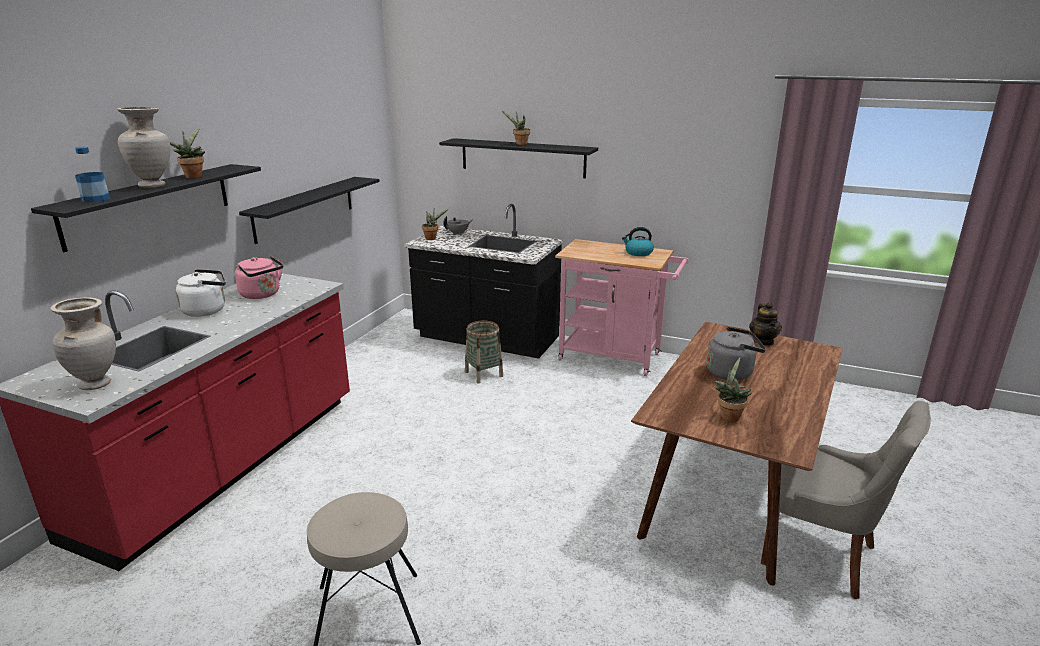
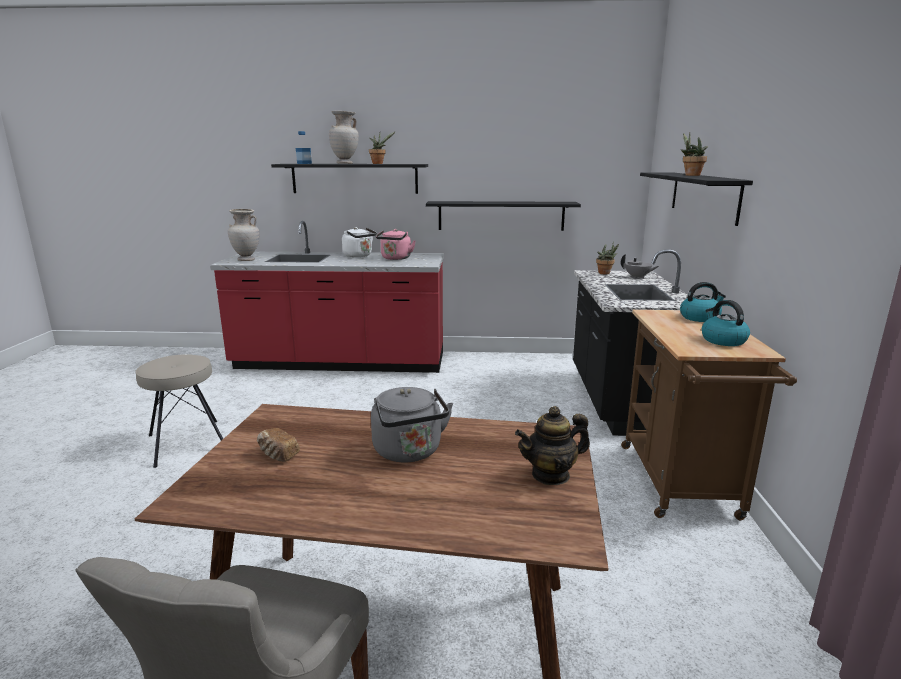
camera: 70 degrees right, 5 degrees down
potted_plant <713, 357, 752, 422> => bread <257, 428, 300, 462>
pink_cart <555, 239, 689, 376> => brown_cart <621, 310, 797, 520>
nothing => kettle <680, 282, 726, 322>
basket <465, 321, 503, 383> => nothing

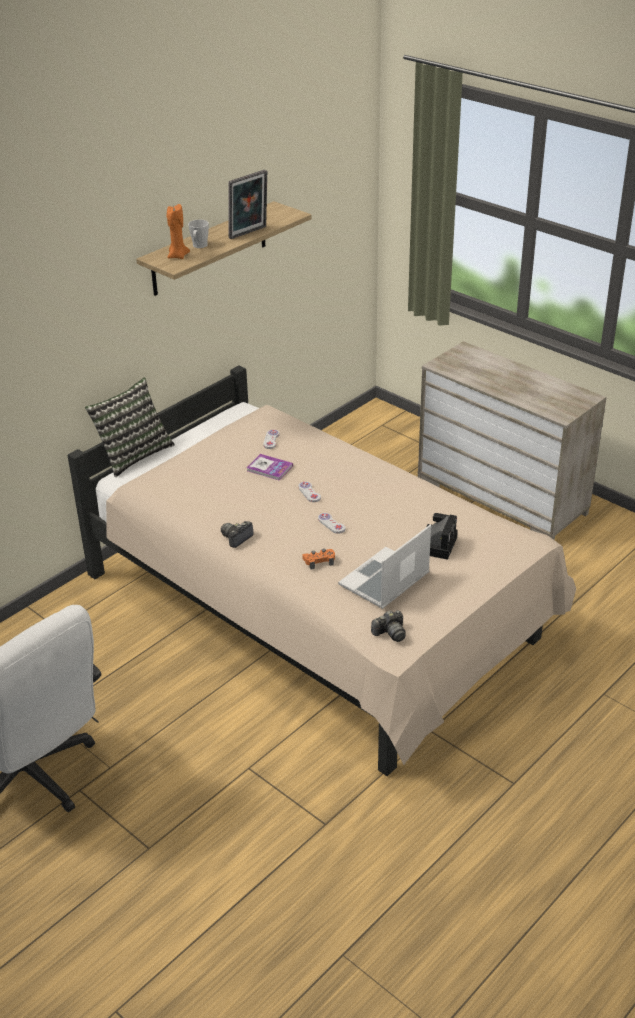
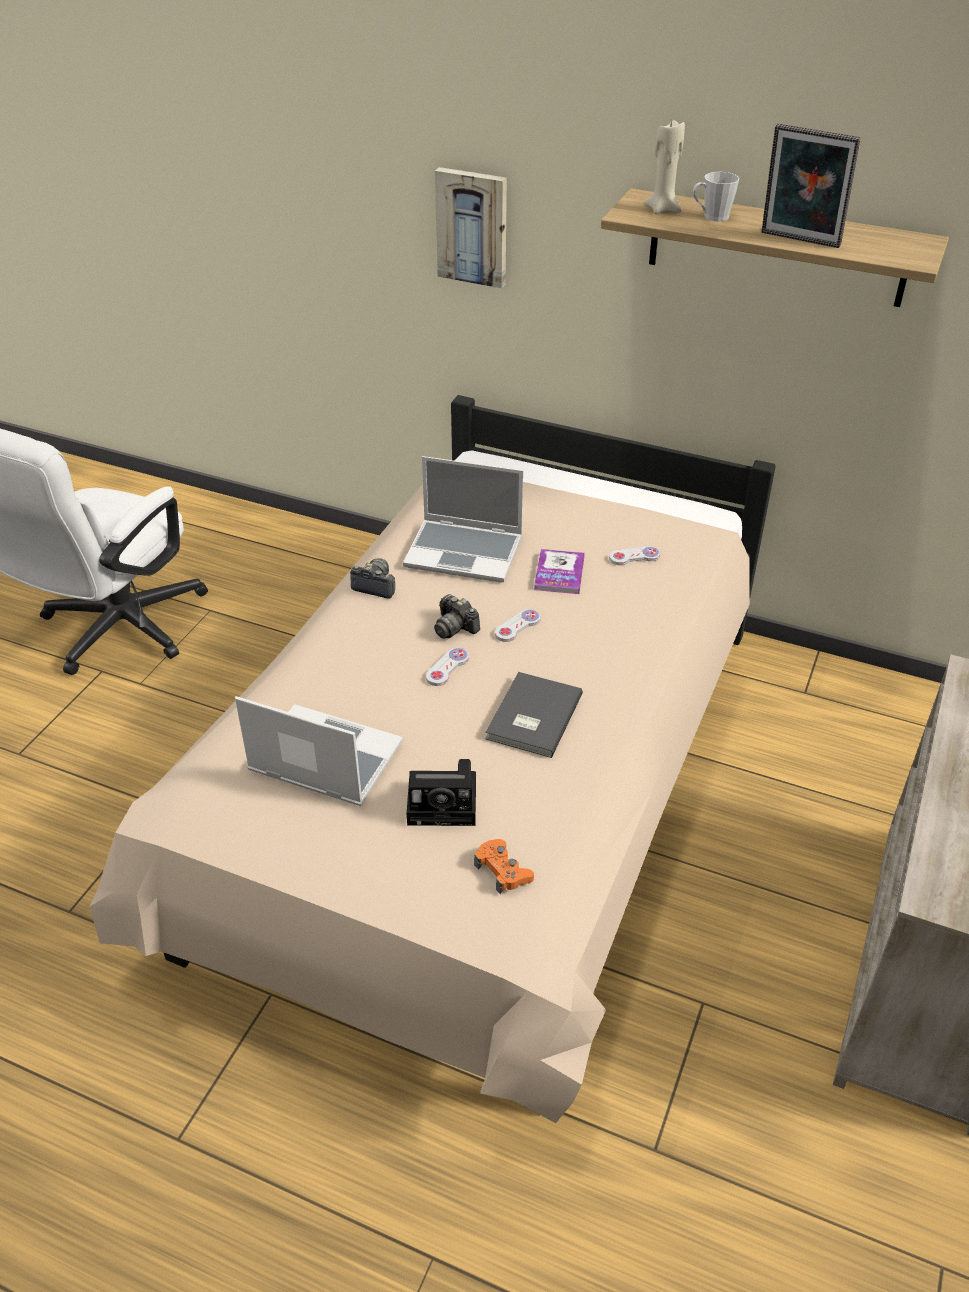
camera: 70 degrees right, 5 degrees up
nothing => laptop <403, 456, 523, 583>
photo_camera <371, 610, 406, 642> => photo_camera <434, 594, 480, 639>, moved
nothing => picture <435, 167, 507, 288>
orange_game_controller <302, 549, 335, 570> => orange_game_controller <474, 839, 534, 894>, moved
nothing => grey_book <486, 672, 583, 758>
orange_candle <167, 204, 190, 259> => beige_candle <644, 120, 685, 214>
pillow <85, 378, 175, 477> => nothing

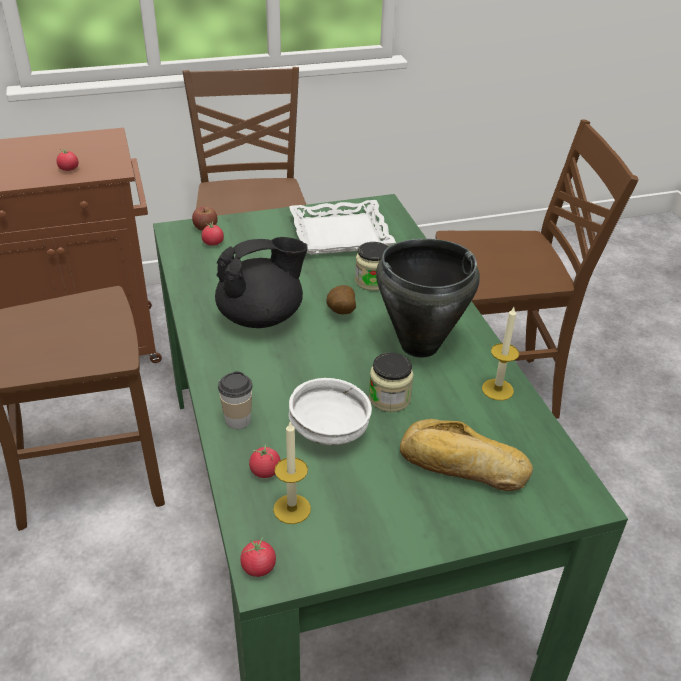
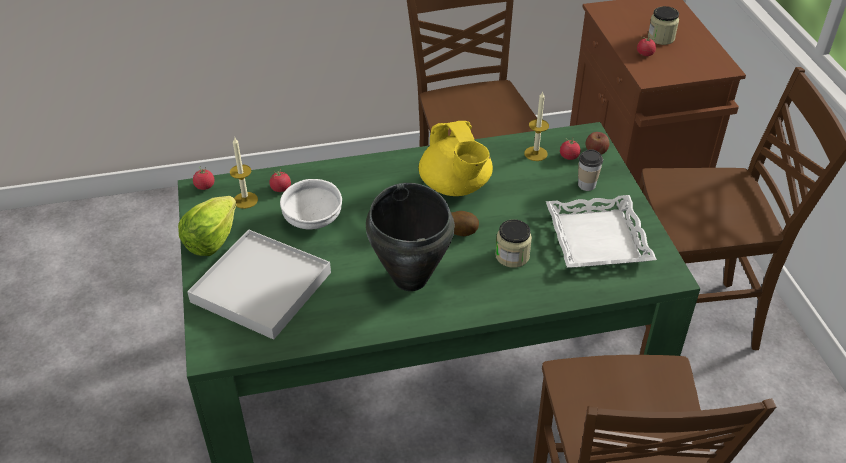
camera: 95 degrees right, 5 degrees up
nothing => lettuce <178, 196, 237, 256>
bread <400, 419, 533, 491> => white_tray <187, 230, 331, 340>
black_teapot <215, 237, 308, 328> => yellow_teapot <419, 121, 493, 196>
candle <482, 307, 519, 401> => candle <524, 91, 549, 161>, moved
cup <218, 371, 252, 429> => cup <578, 149, 603, 191>, moved
jar <369, 352, 414, 412> => jar <648, 6, 679, 45>, moved

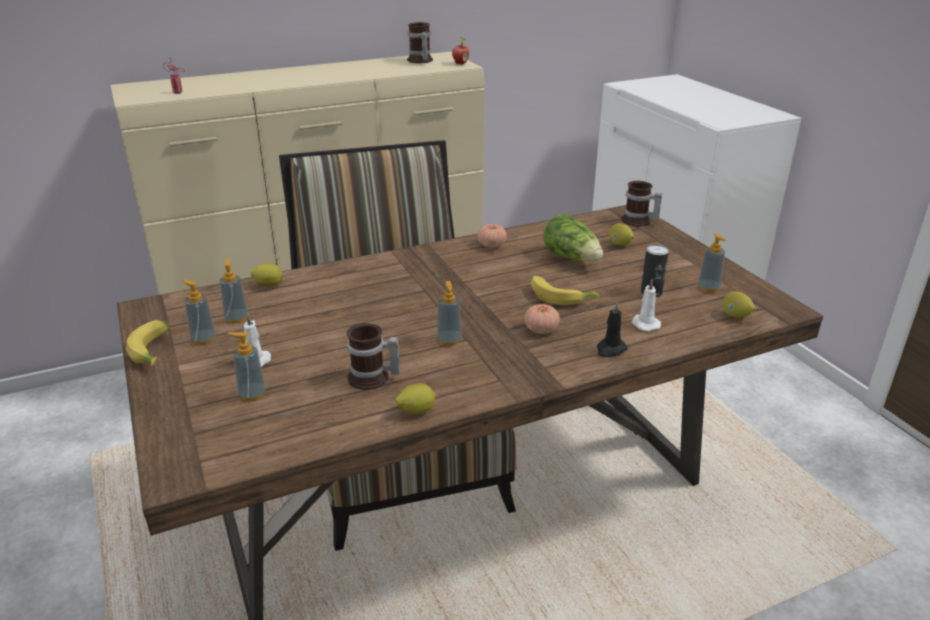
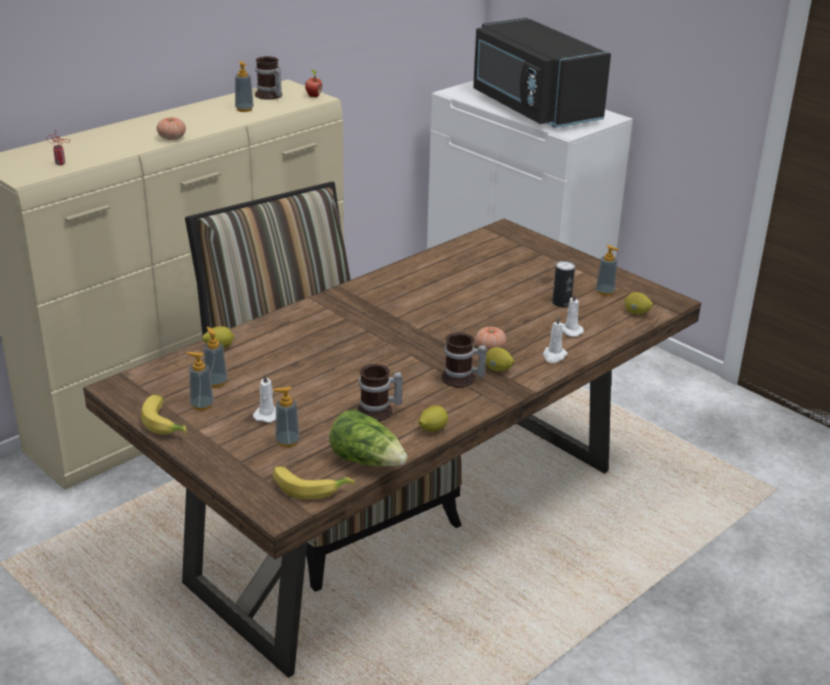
camera: 20 degrees left, 0 degrees up
tomato <478, 224, 507, 248> => tomato <157, 117, 186, 140>, moved
soap_dispenser <437, 281, 462, 346> => soap_dispenser <235, 61, 254, 112>, moved
banana <531, 276, 600, 305> => banana <273, 466, 355, 500>, moved
lettuce <543, 214, 603, 261> => lettuce <329, 409, 407, 466>, moved
mug <621, 181, 662, 226> => mug <441, 333, 487, 387>, moved
nothing => black_microwave <473, 18, 611, 128>
lemon <609, 223, 634, 245> => lemon <486, 347, 514, 372>, moved
black_candle <597, 302, 628, 357> => white_candle <543, 315, 568, 363>

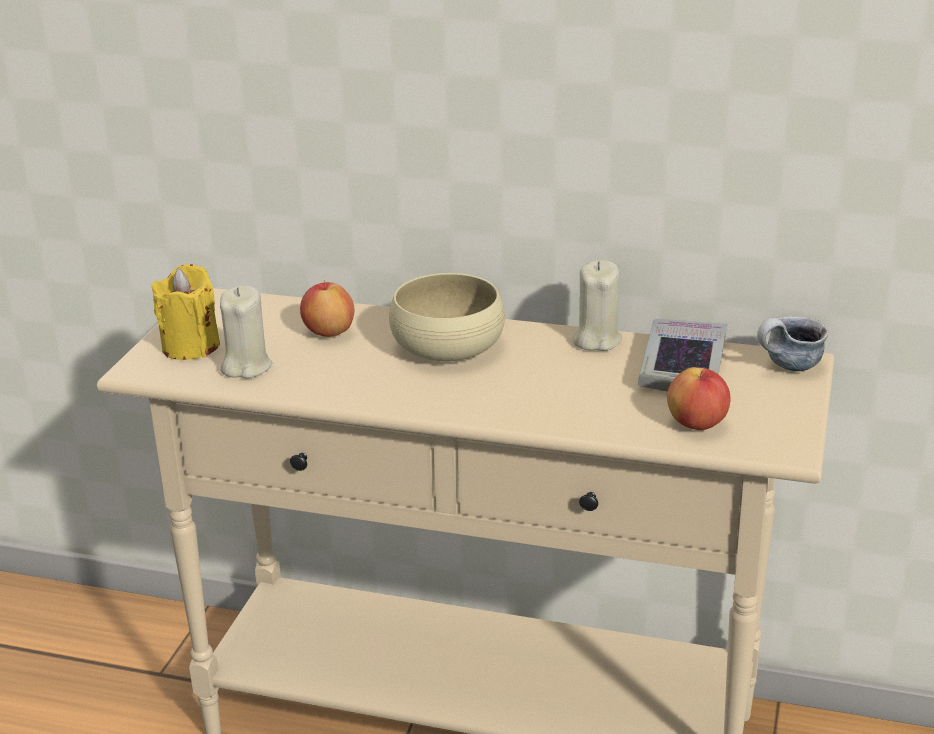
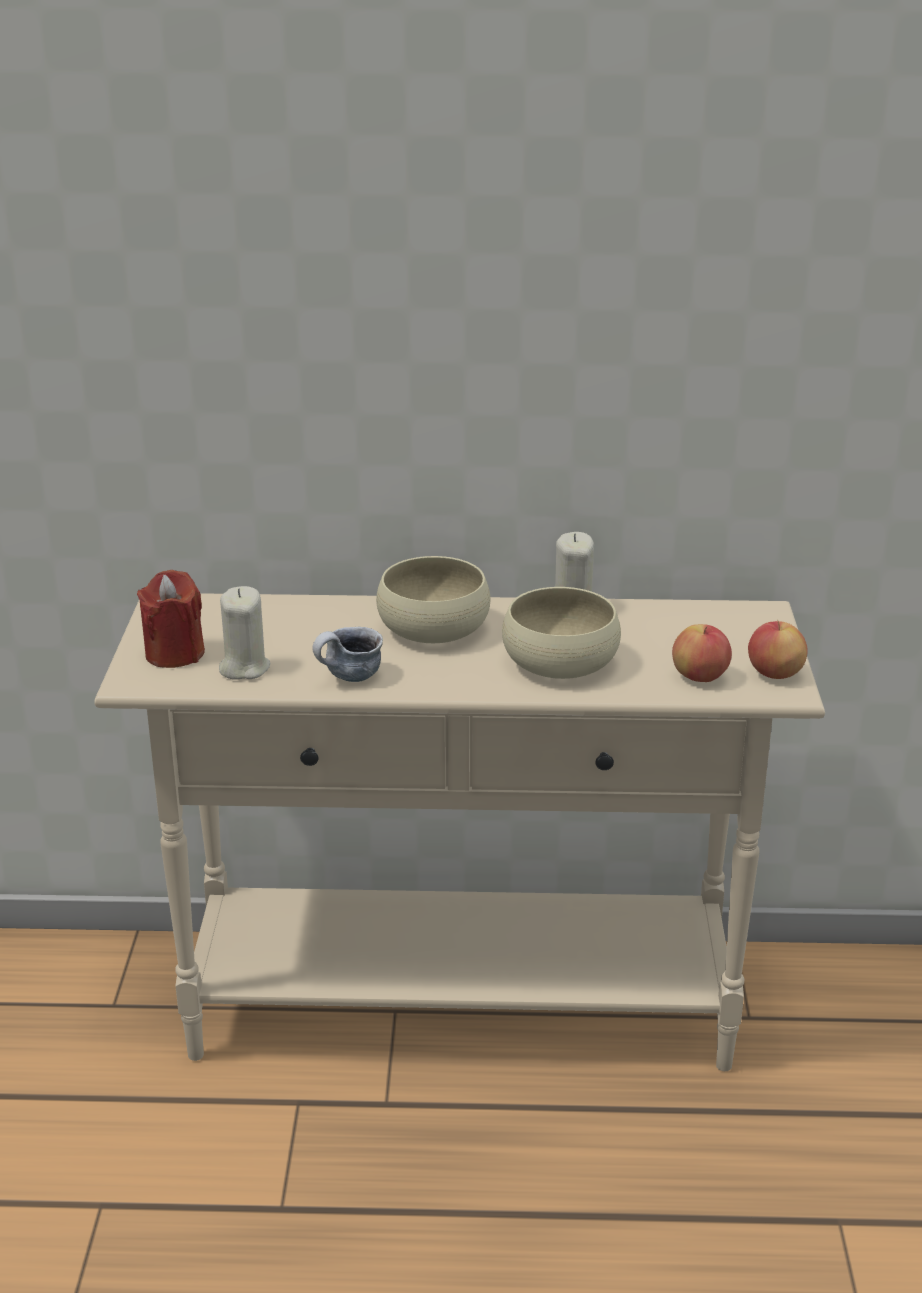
camera: 15 degrees left, 0 degrees up
yellow_candle <151, 264, 220, 360> => red_candle <137, 570, 205, 668>
mug <757, 316, 828, 371> => mug <312, 627, 383, 682>, moved
nothing => beige_bowl <502, 587, 621, 679>
apple <300, 280, 355, 337> => apple <748, 620, 808, 679>, moved
book <638, 319, 727, 392> => nothing

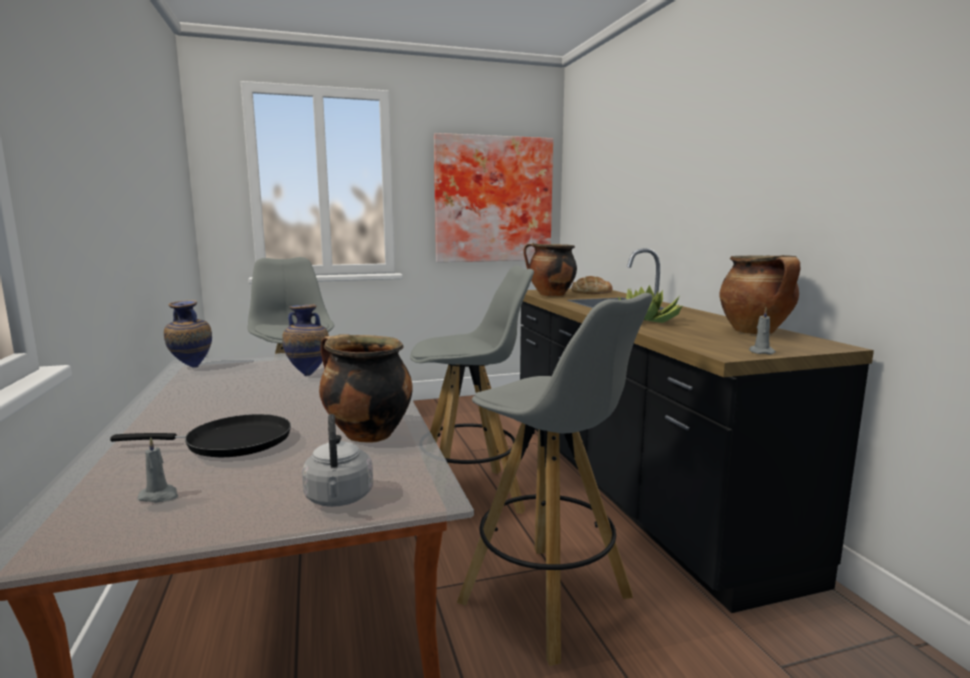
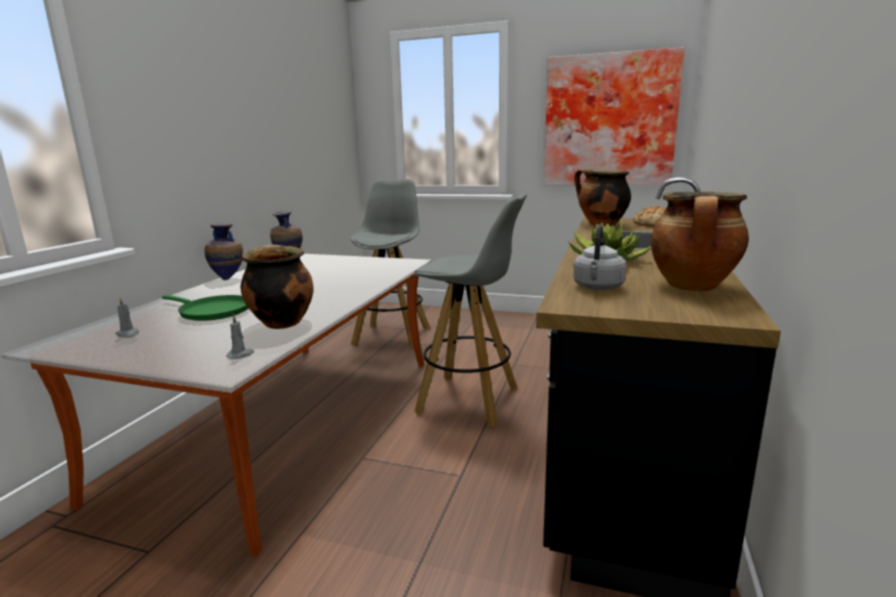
camera: 35 degrees right, 5 degrees up
black_frying_pan <110, 414, 291, 457> => green_frying_pan <162, 295, 248, 321>
vase <282, 304, 329, 376> => vase <205, 224, 243, 280>, moved
grey_candle <749, 308, 776, 354> => grey_candle <226, 314, 254, 359>, moved
grey_kettle <302, 414, 373, 507> => grey_kettle <573, 224, 627, 290>, moved
grey_stool <457, 293, 653, 666> => nothing

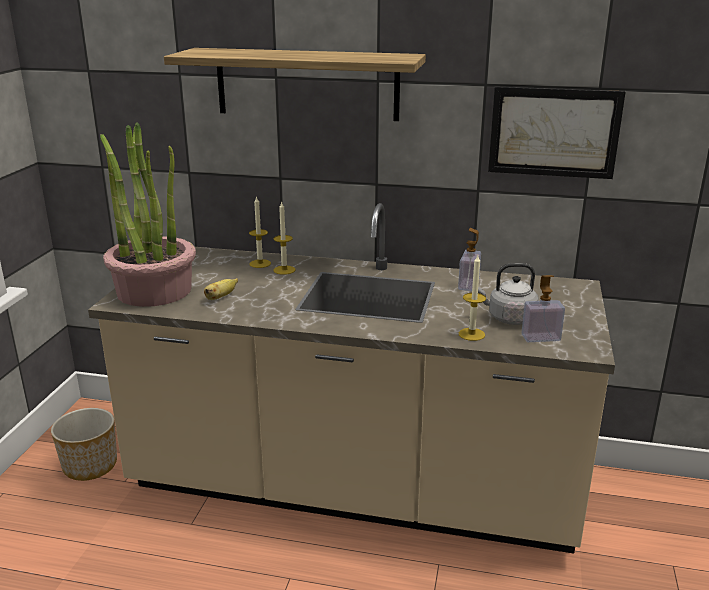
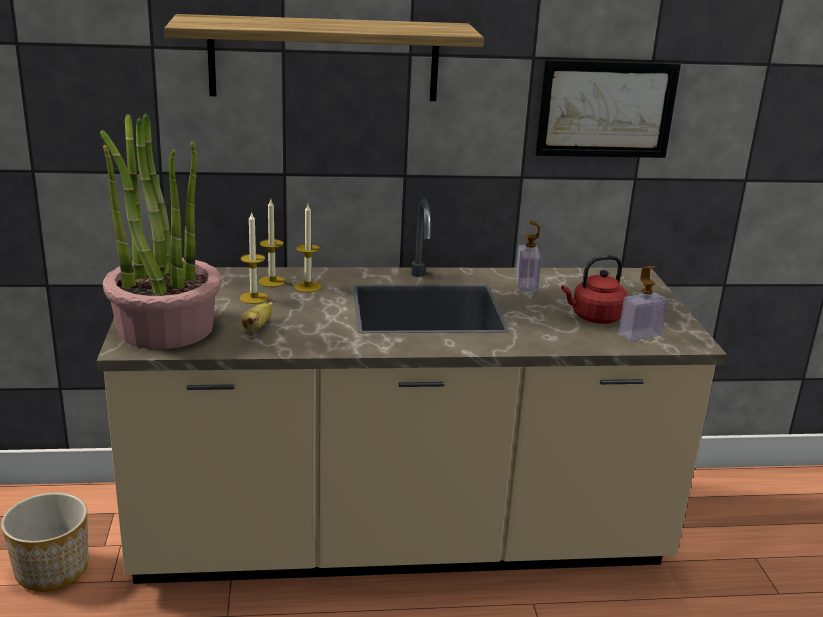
camera: 20 degrees left, 0 degrees up
candle <459, 255, 486, 341> => candle <240, 211, 268, 304>, moved
grey_kettle <478, 263, 539, 325> => red_kettle <561, 255, 627, 324>

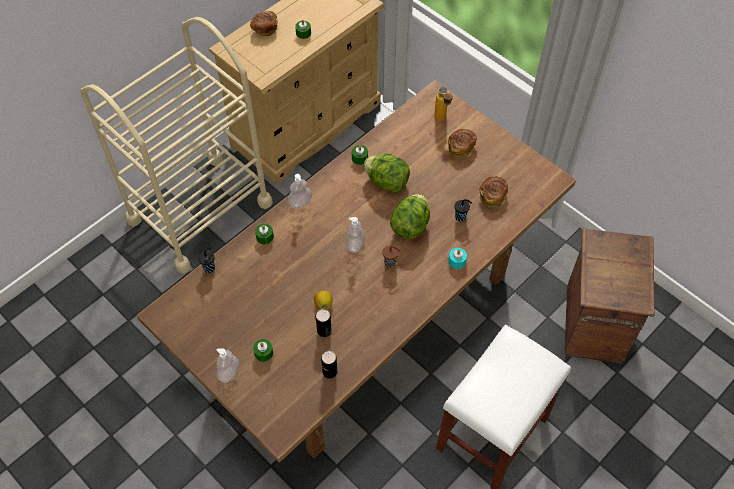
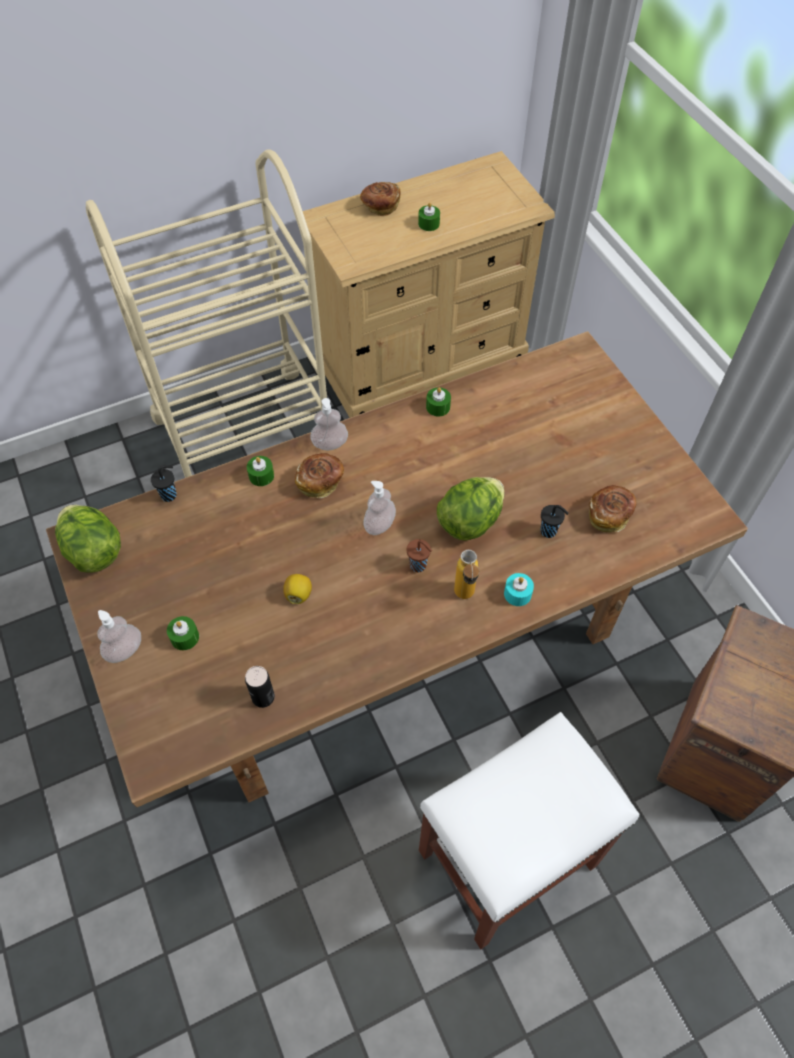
camera: 20 degrees right, 0 degrees up
lettuce <364, 153, 410, 193> => lettuce <55, 505, 121, 573>, moved
bread <448, 129, 477, 158> => bread <295, 453, 344, 498>, moved
bottle <434, 87, 453, 121> => bottle <454, 550, 479, 599>, moved
can <316, 309, 332, 337> => nothing

